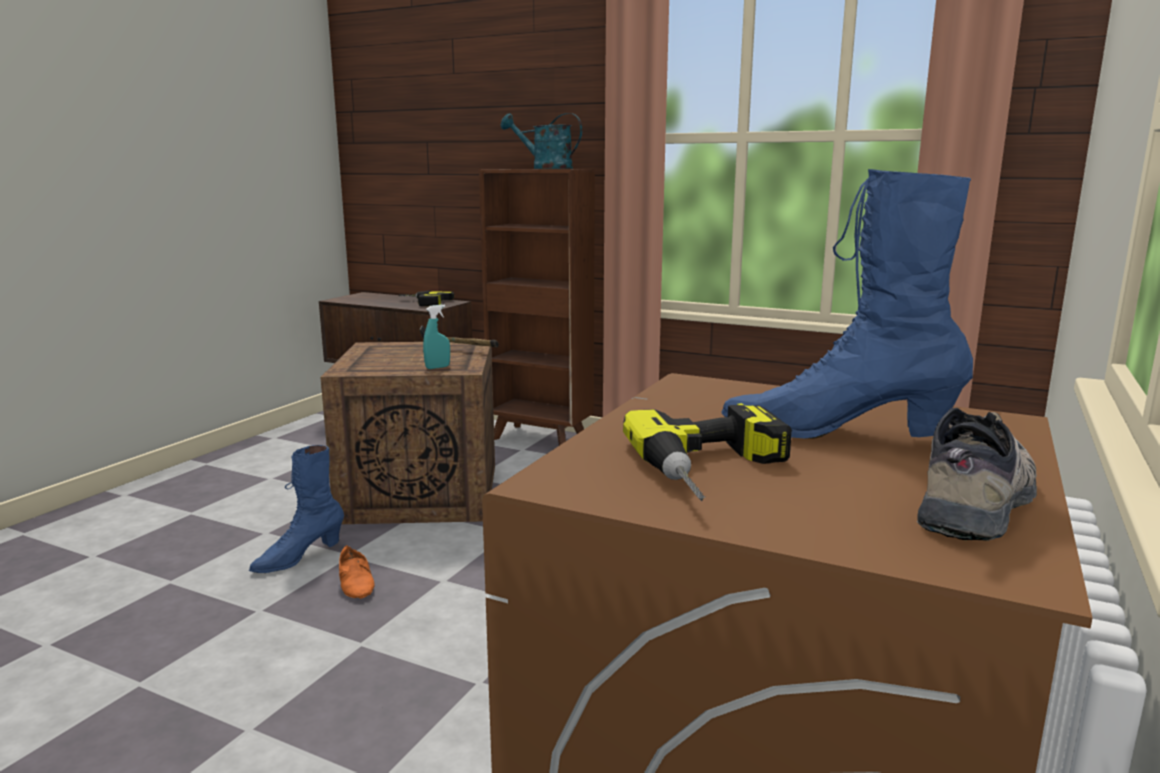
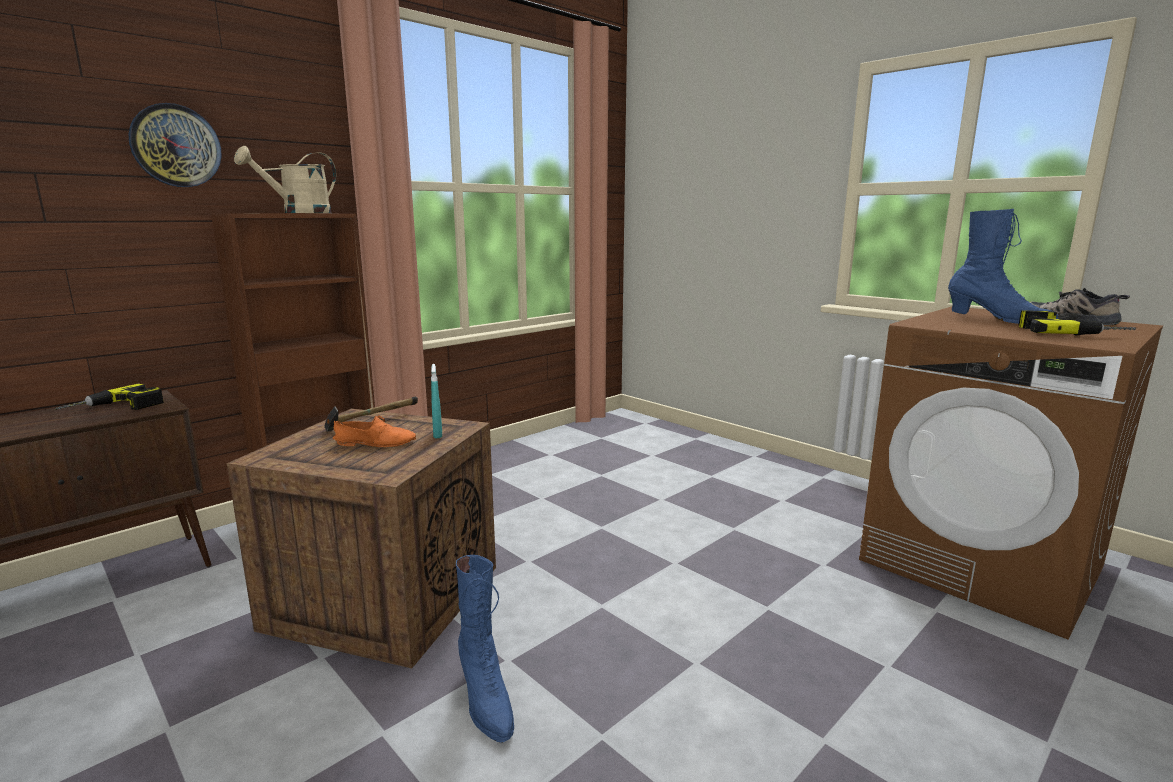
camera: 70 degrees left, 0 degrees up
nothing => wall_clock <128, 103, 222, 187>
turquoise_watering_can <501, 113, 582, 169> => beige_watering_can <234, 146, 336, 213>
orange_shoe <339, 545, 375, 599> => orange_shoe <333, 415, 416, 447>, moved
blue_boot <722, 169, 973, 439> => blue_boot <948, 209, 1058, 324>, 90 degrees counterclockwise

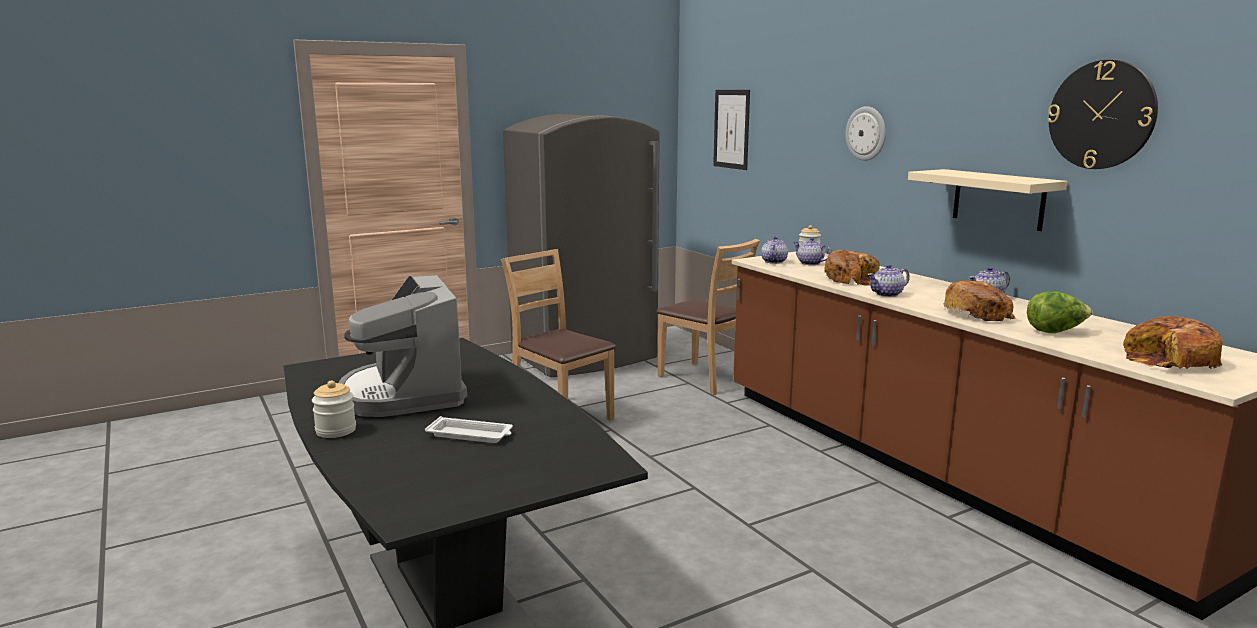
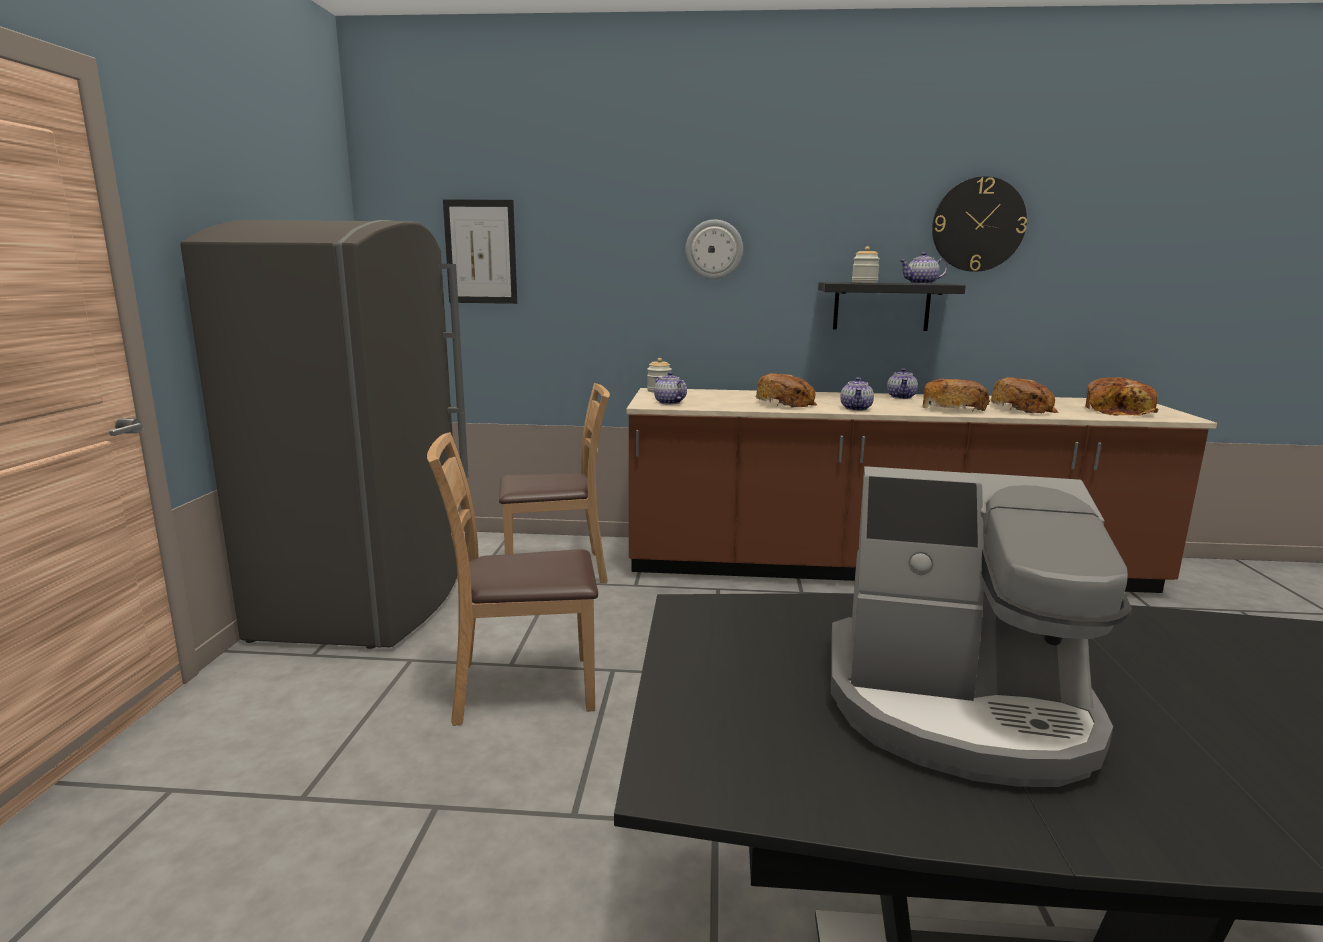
camera: 55 degrees left, 0 degrees up
beige_shelf <908, 169, 1067, 231> => black_shelf <818, 282, 966, 331>
jar <312, 380, 356, 438> => jar <852, 246, 880, 283>, moved
teapot <793, 238, 831, 265> => teapot <899, 252, 948, 284>, moved
lettuce <1027, 291, 1093, 333> => bread <991, 377, 1058, 413>
white_tray <425, 416, 513, 443> => nothing

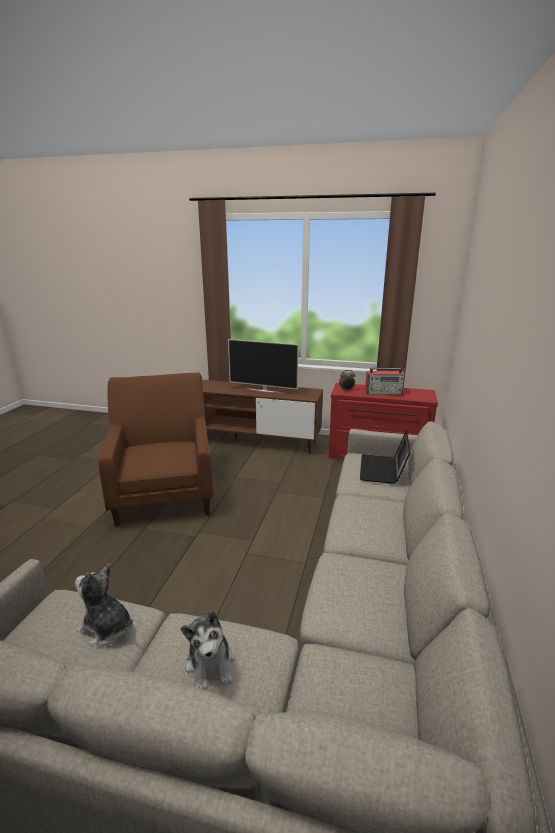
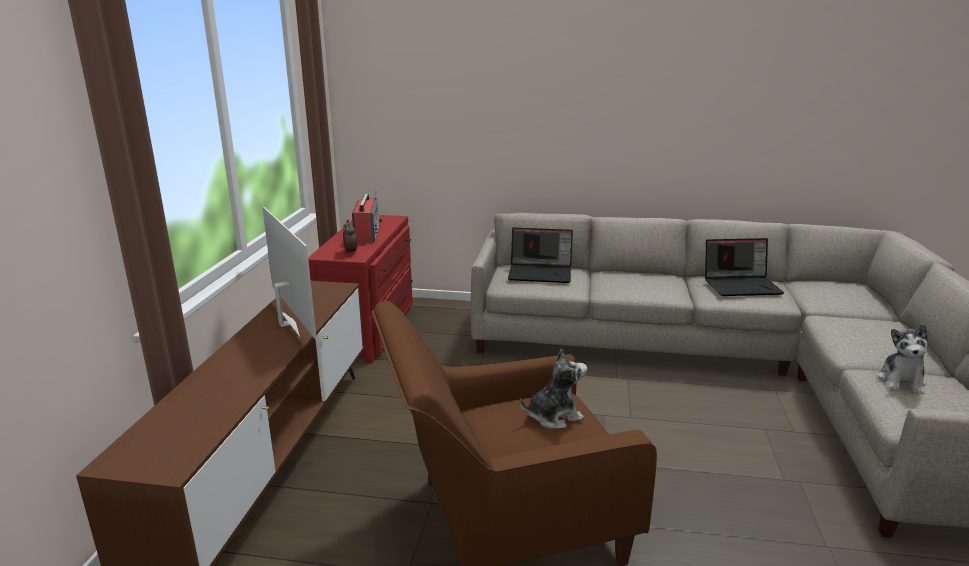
camera: 95 degrees left, 0 degrees up
television <228, 339, 299, 393> => television <262, 206, 317, 339>, 45 degrees counterclockwise
plush_toy <181, 611, 234, 690> => plush_toy <520, 349, 588, 429>, moved
nothing => laptop <705, 238, 784, 296>

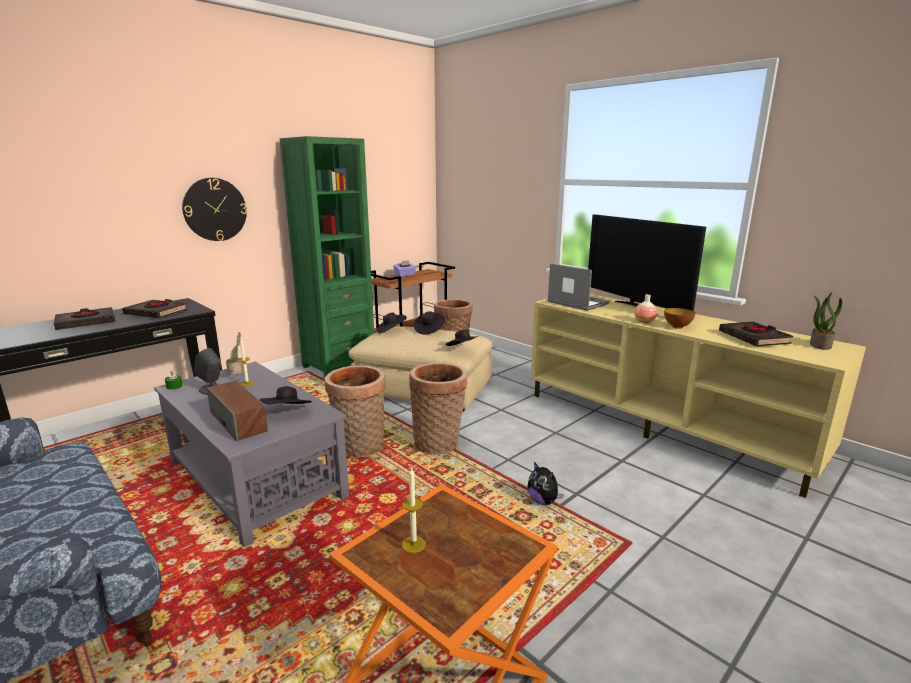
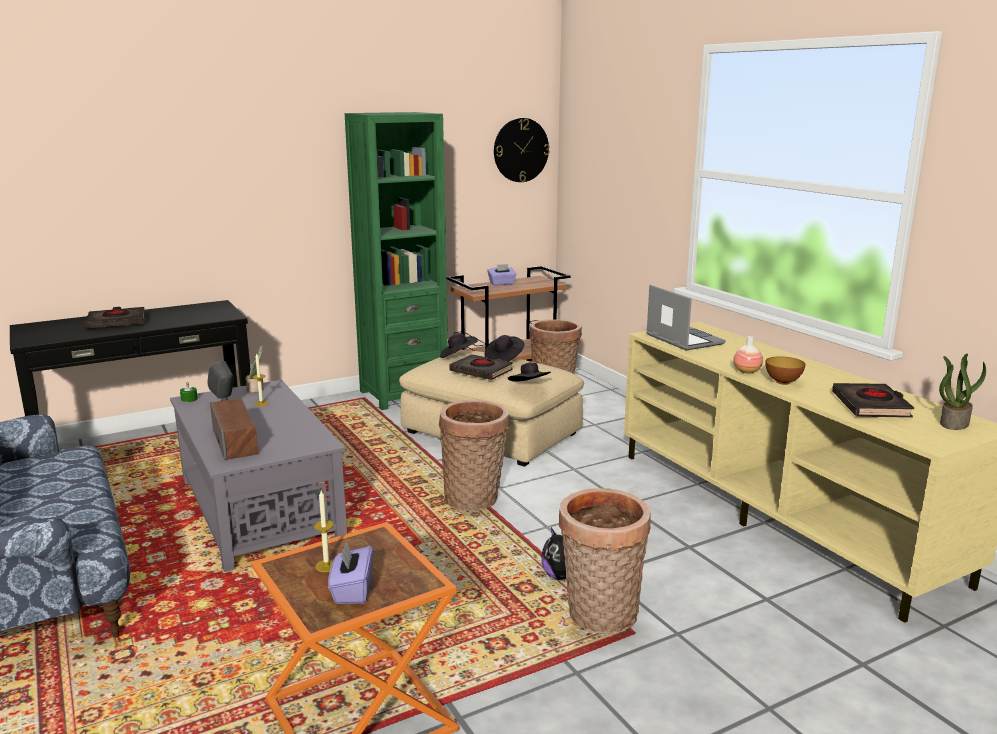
camera: 15 degrees right, 0 degrees up
nothing => purple_tissue_box <328, 542, 373, 604>
black_book <122, 299, 188, 318> => black_book <450, 354, 513, 380>, moved
wall_clock <182, 178, 247, 241> => wall_clock <494, 118, 550, 182>, moved
basket <325, 365, 385, 458> => basket <559, 488, 651, 634>, moved
black_hat <260, 386, 312, 404> => nothing
television <588, 214, 706, 311> => nothing

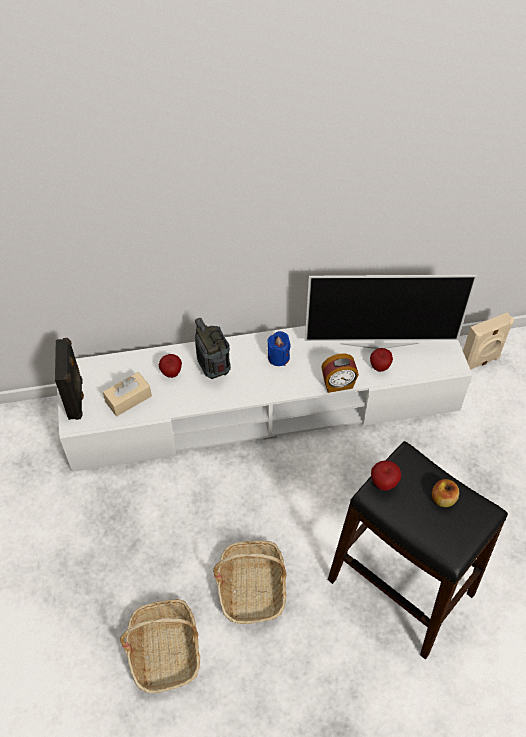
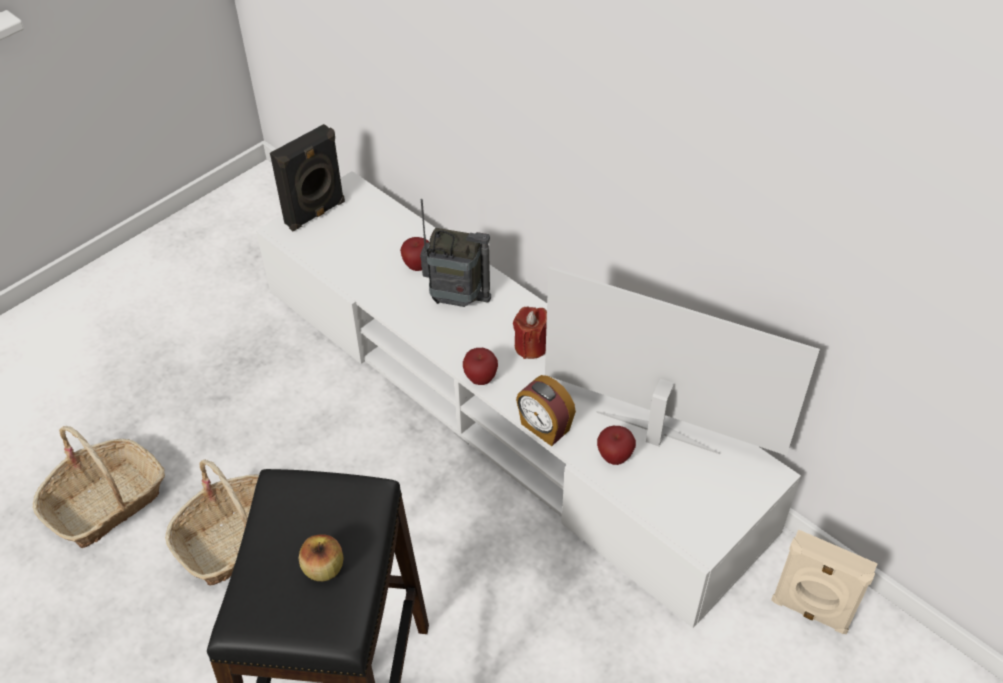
camera: 55 degrees right, 5 degrees down
radio <195, 318, 231, 379> => radio <420, 199, 491, 307>, 75 degrees clockwise
apple <371, 460, 401, 491> => apple <463, 348, 498, 385>, moved
blue_candle <267, 331, 291, 366> => red_candle <513, 306, 547, 359>
television <305, 275, 477, 349> => television <545, 267, 820, 456>, 150 degrees clockwise
beige_tissue_box <103, 372, 152, 416> => nothing

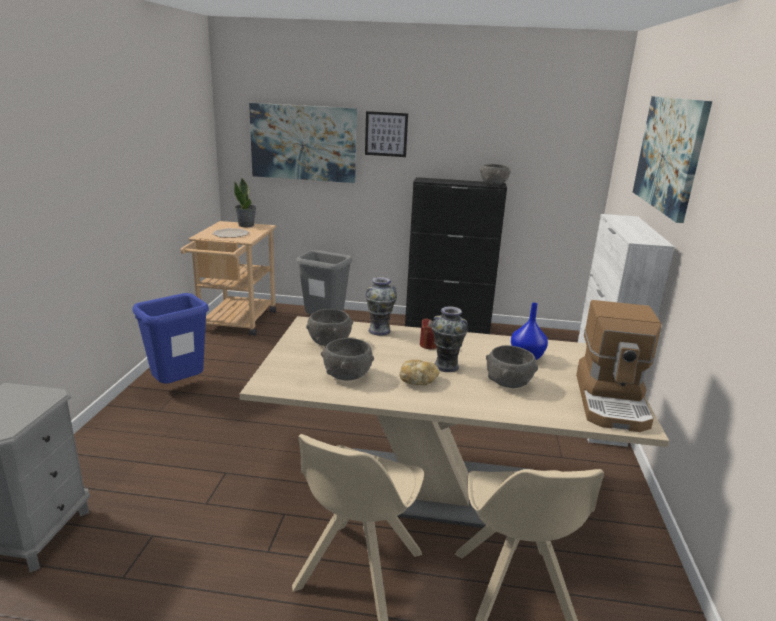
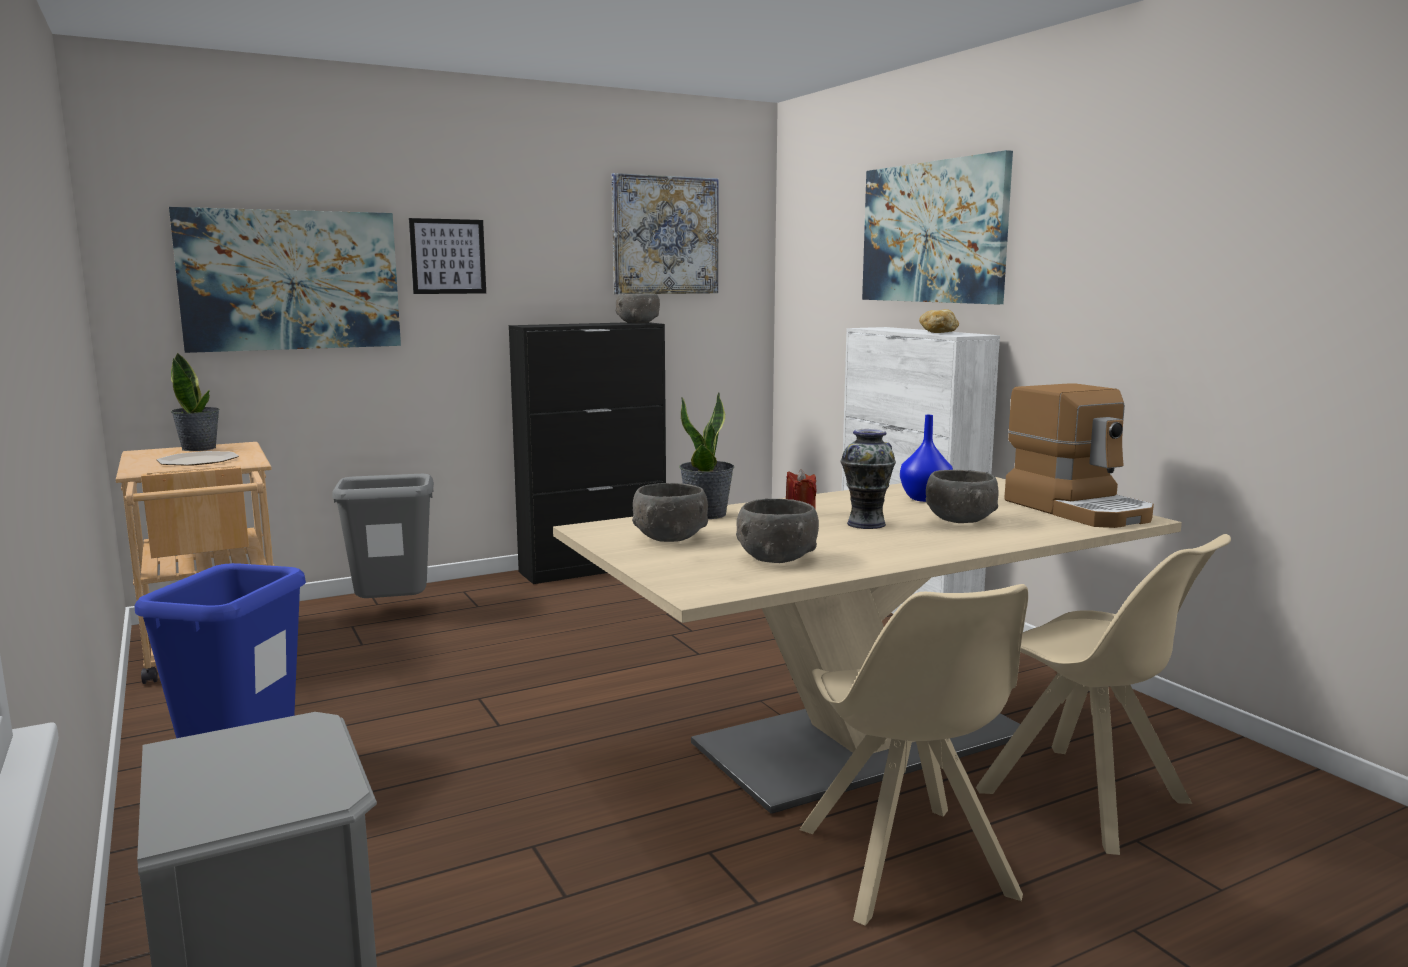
camera: 35 degrees left, 10 degrees down
nothing => picture <612, 173, 719, 294>
vase <365, 277, 397, 336> => potted_plant <680, 392, 734, 519>
bread <399, 360, 440, 385> => bread <919, 309, 959, 333>, moved

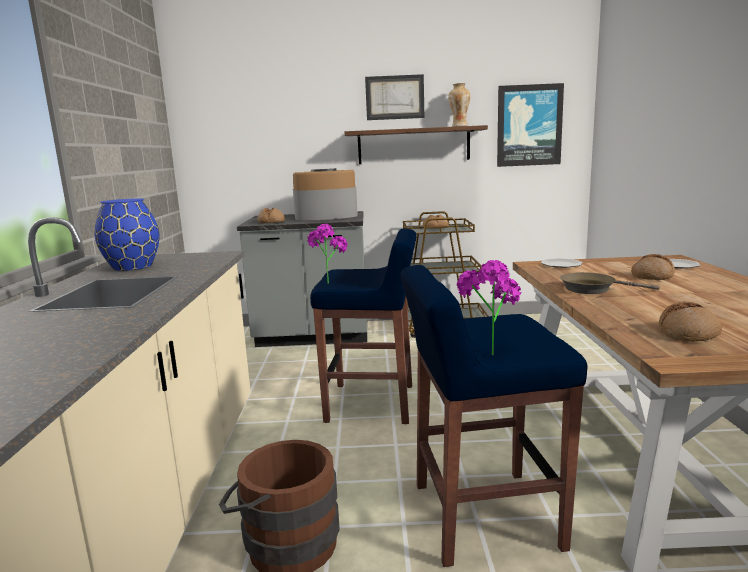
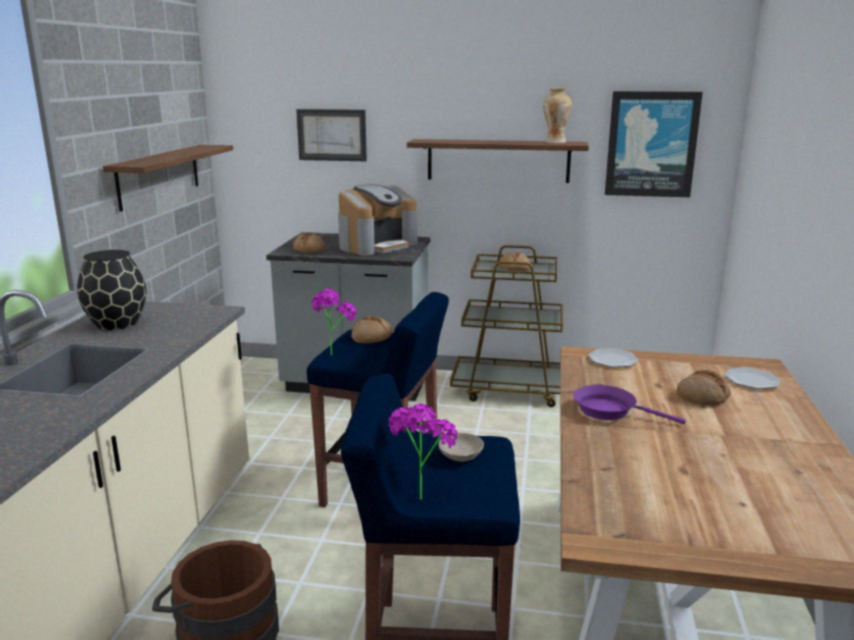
camera: 10 degrees right, 5 degrees up
blue_vase <94, 198, 160, 271> => black_vase <77, 250, 146, 330>
nothing => shelf <102, 145, 233, 212>
picture <365, 74, 424, 120> => picture <296, 109, 367, 161>, moved
coffee_machine <293, 168, 358, 220> => coffee_machine <338, 185, 418, 255>, 135 degrees clockwise
bread <659, 302, 722, 342> => bread <351, 316, 392, 343>, moved
nothing => beige_bowl <438, 433, 484, 461>
brown_frying_pan <560, 272, 660, 294> => purple_frying_pan <573, 385, 686, 424>

